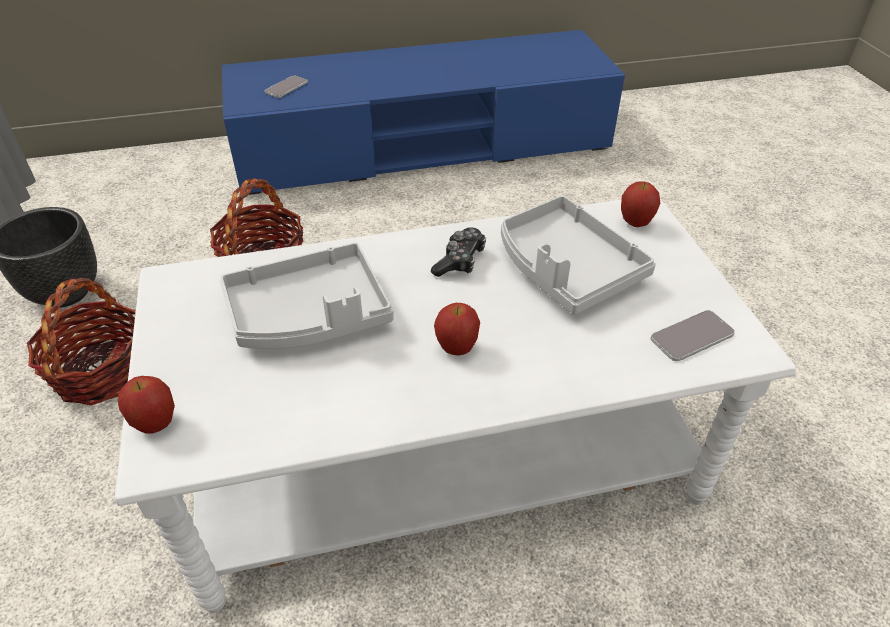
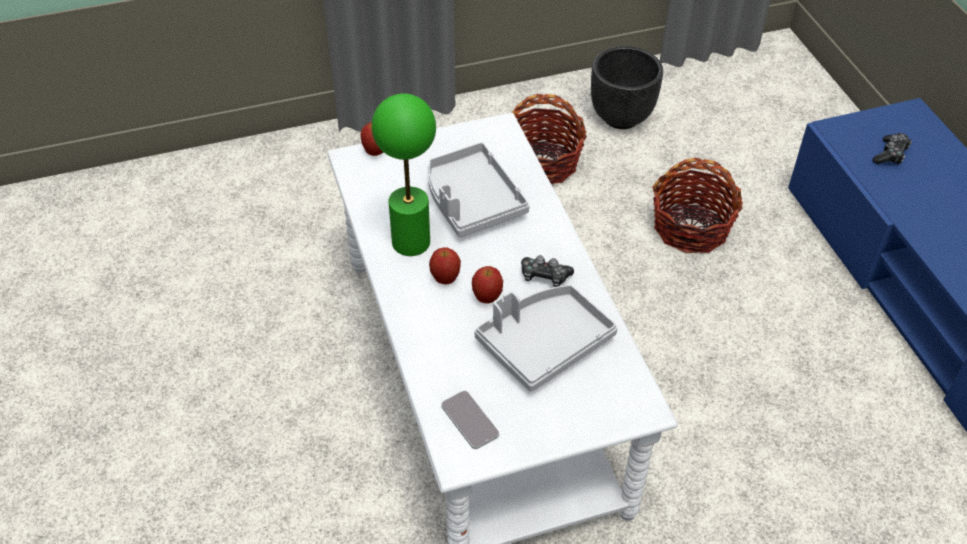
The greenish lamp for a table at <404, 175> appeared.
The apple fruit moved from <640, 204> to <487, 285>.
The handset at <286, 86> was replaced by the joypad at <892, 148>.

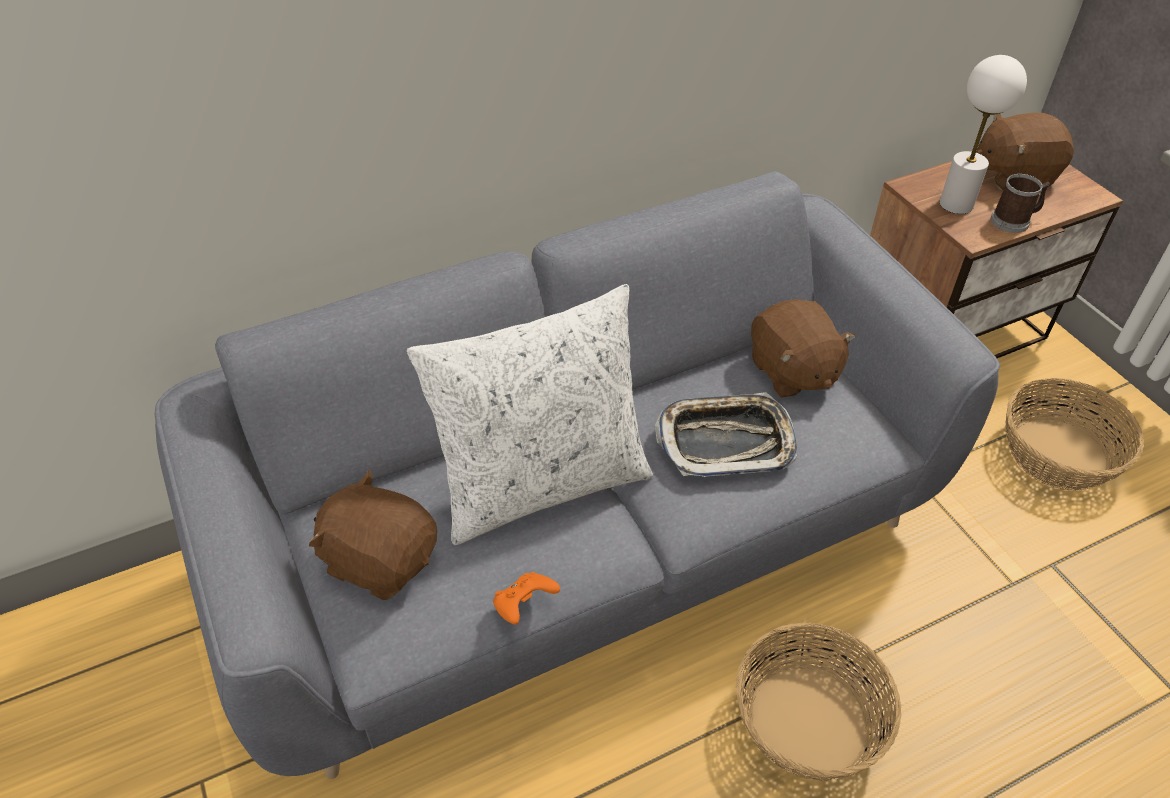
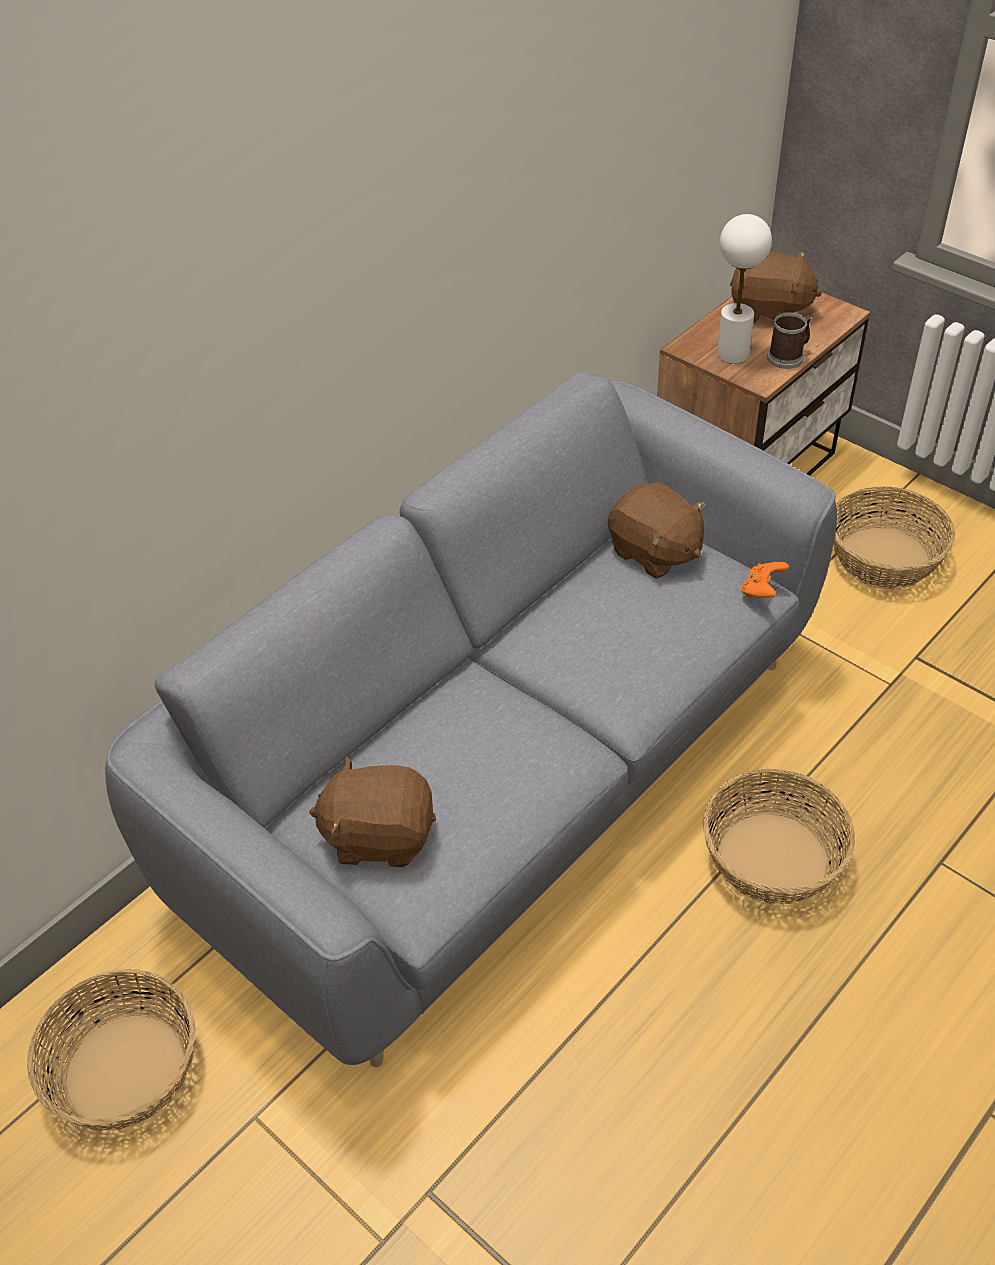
The storage basket at <111, 1050> appeared.
The brown-coloured plush toy at <1025, 151> turned 135 degrees counterclockwise.
The orange joypad moved from <526, 598> to <765, 580>.
The white pillow at <530, 414> disappeared.
The carrying tray at <726, 434> disappeared.

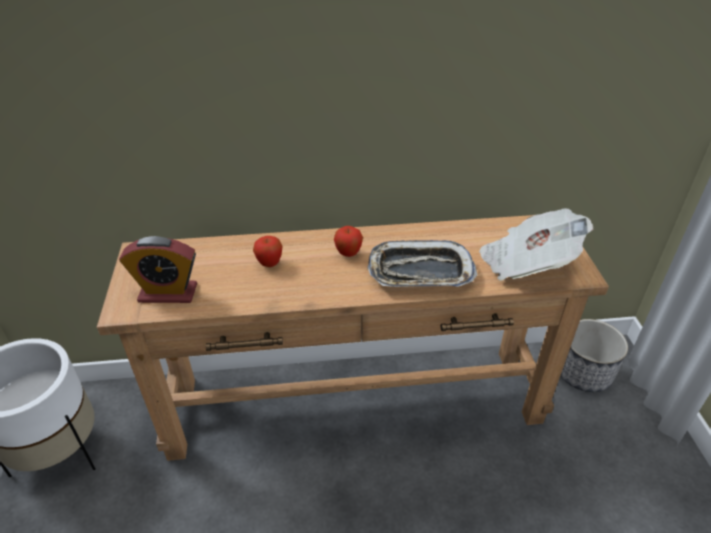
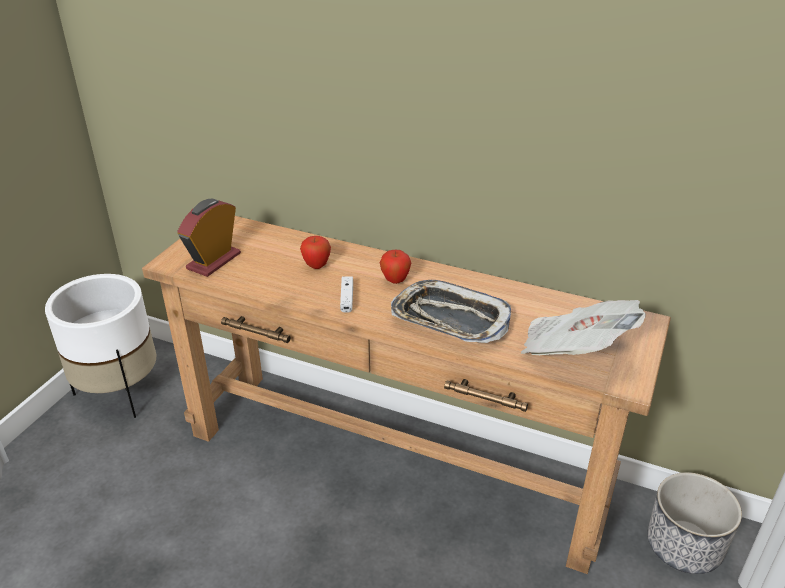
The alarm clock at <158, 269> turned 90 degrees clockwise.
The white joypad at <346, 294> appeared.

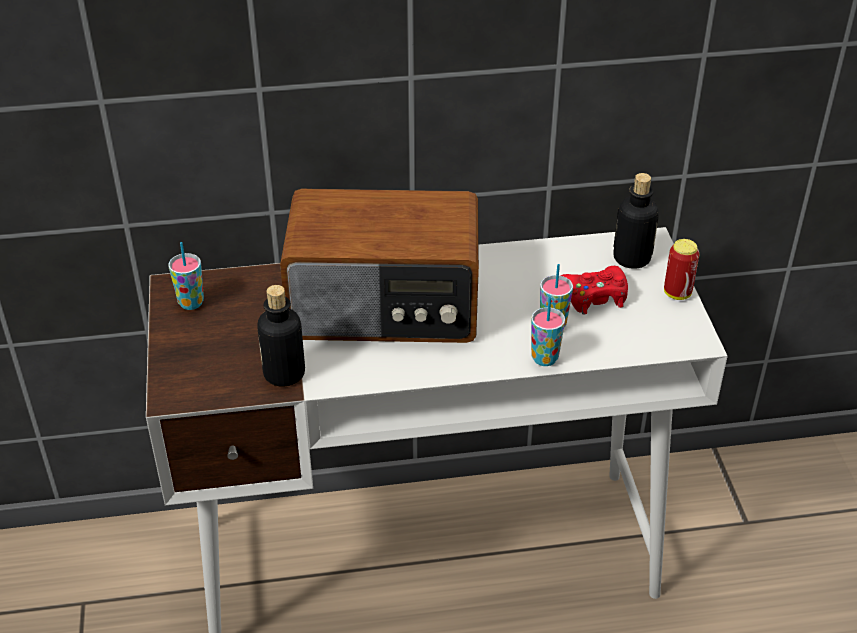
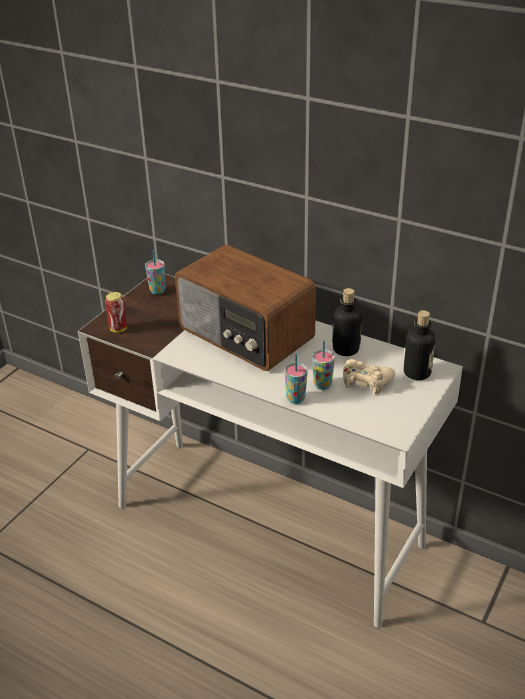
The sealed can moved from <681, 269> to <116, 312>.
The bottle moved from <281, 336> to <347, 322>.
The red joypad at <594, 290> became the beige joypad at <369, 377>.

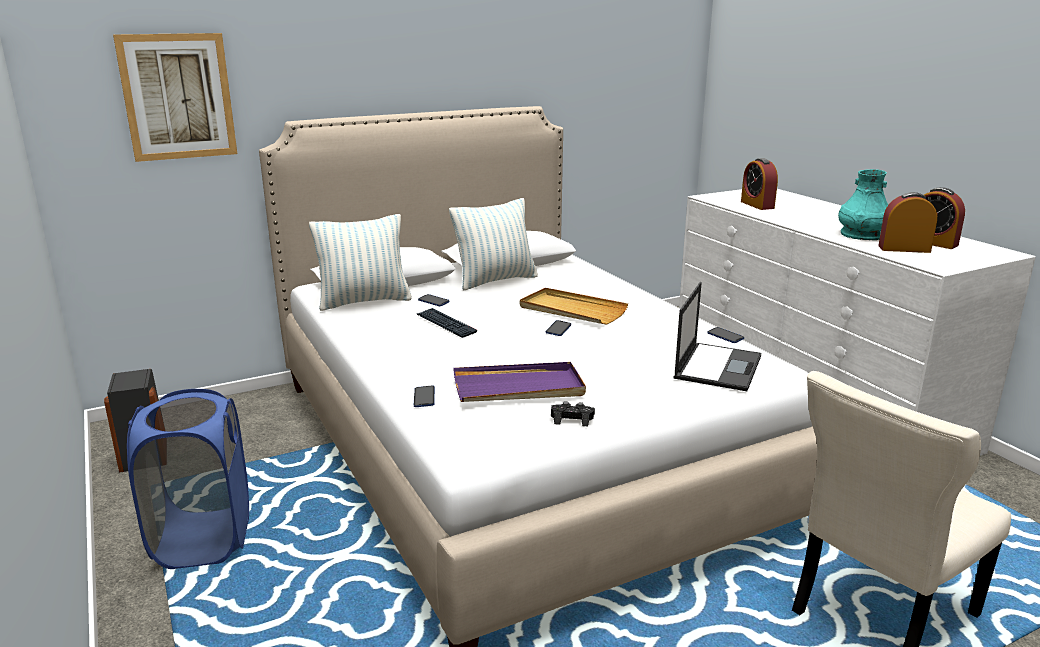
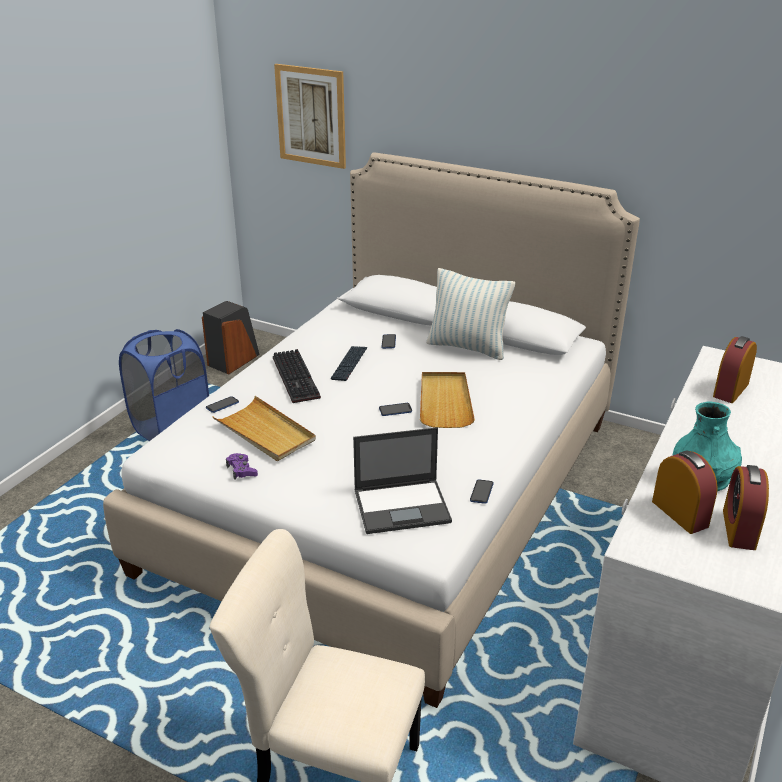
The purplish carrying tray at <519, 382> became the beige carrying tray at <264, 428>.
The black-coloured joypad at <573, 413> became the purplish joypad at <242, 466>.
The computer keyboard at <297, 376> appeared.
The pillow at <360, 262> disappeared.

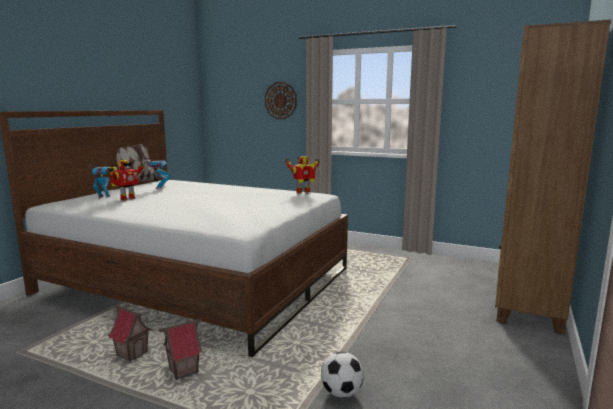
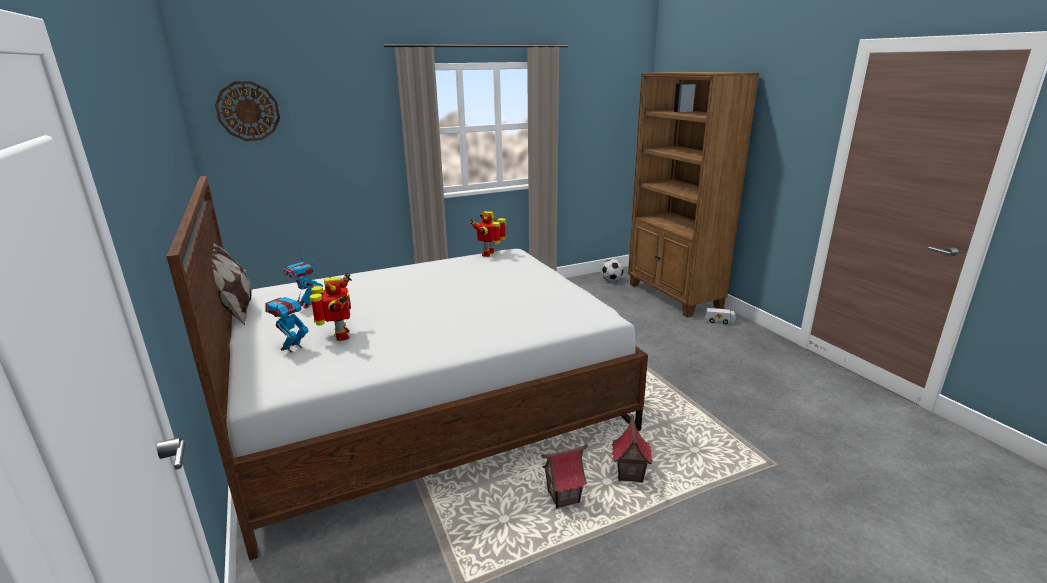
The wall clock moved from <281, 100> to <247, 111>.
The ball for football moved from <342, 375> to <612, 270>.
The toy lorry at <721, 316> appeared.

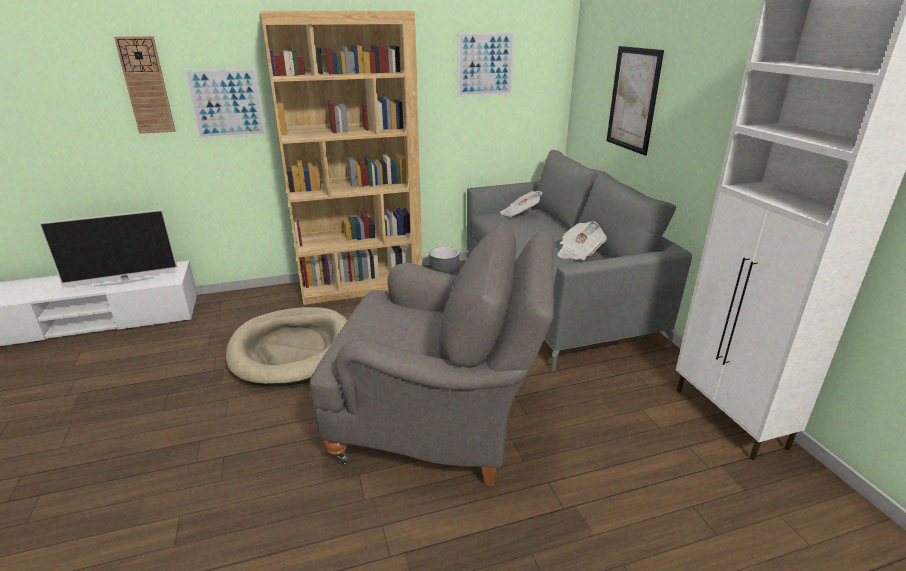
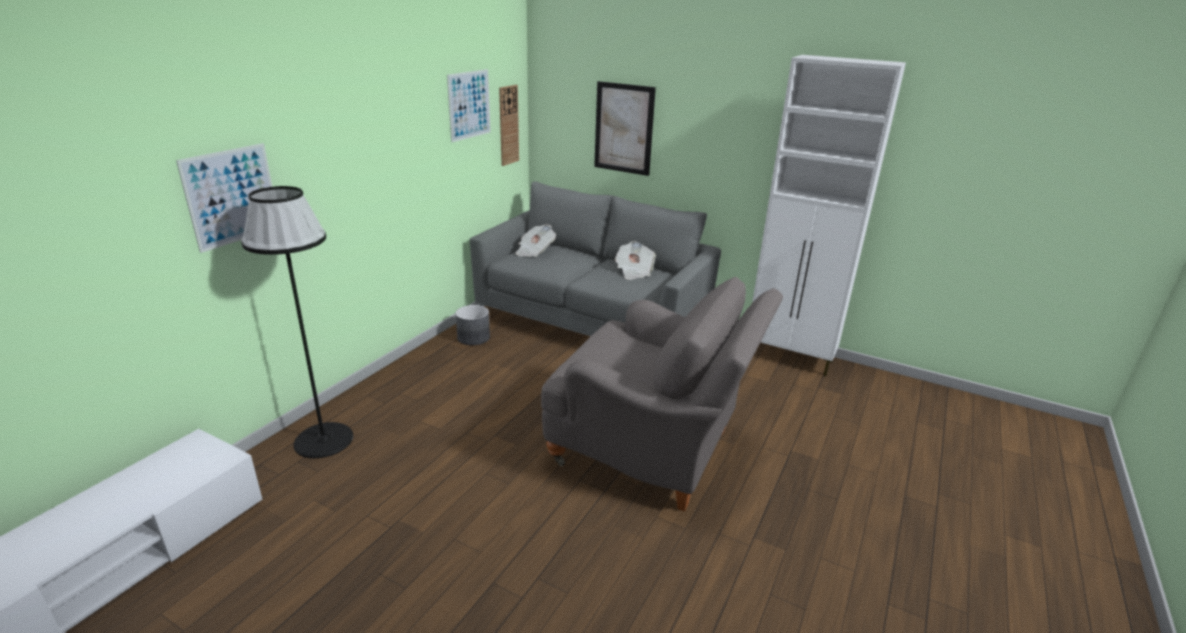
The black-coloured floor lamp at <297, 322> appeared.
The wall clock moved from <144, 85> to <509, 125>.
The gray easy chair at <432, 354> turned 60 degrees clockwise.
The TV set at <108, 247> disappeared.
The beige pet bed at <286, 346> disappeared.
The brown-coloured bookcase at <341, 158> disappeared.

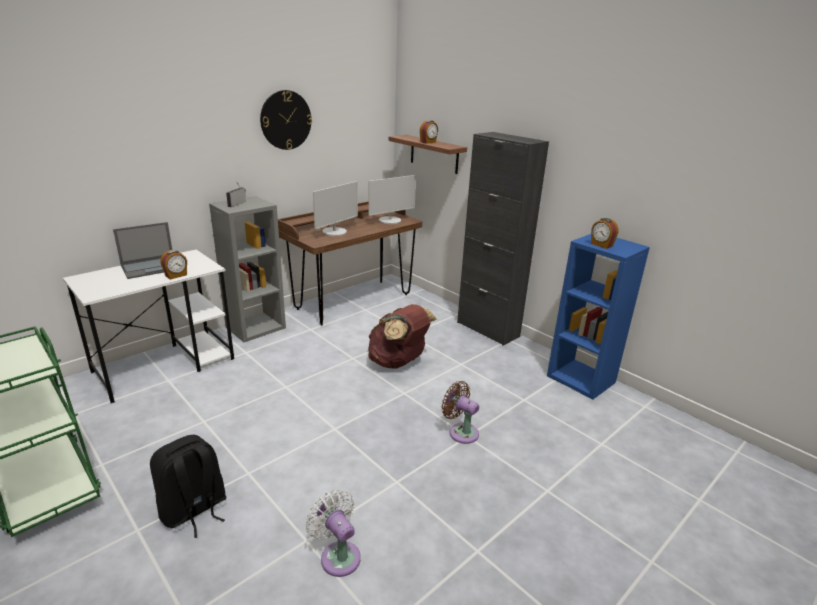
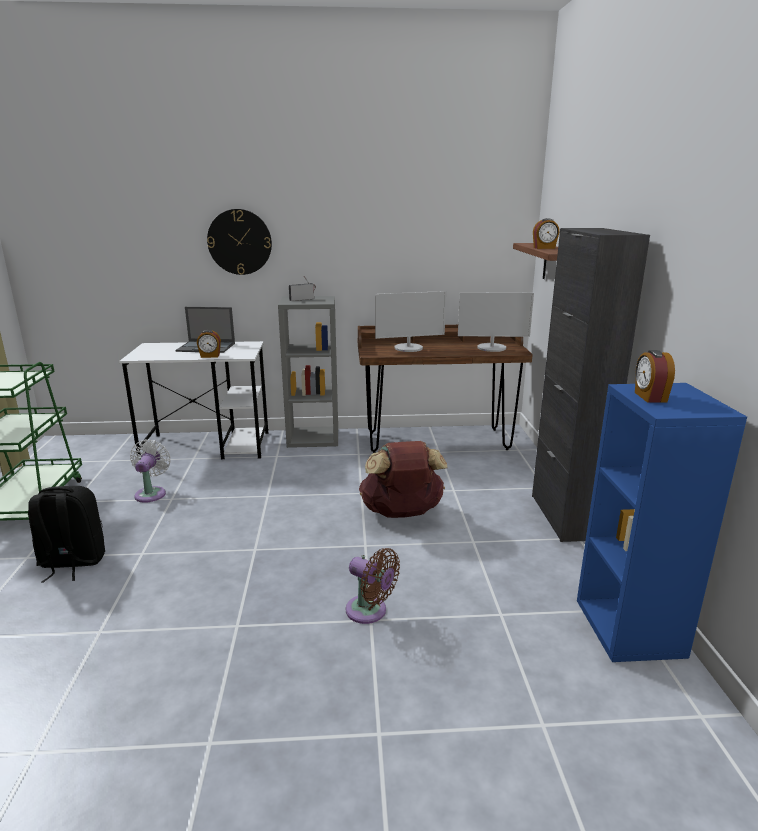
The white cooling fan moved from <333, 533> to <150, 471>.
The wall clock moved from <286, 120> to <239, 242>.
The brown-coloured cooling fan at <460, 412> turned 135 degrees clockwise.

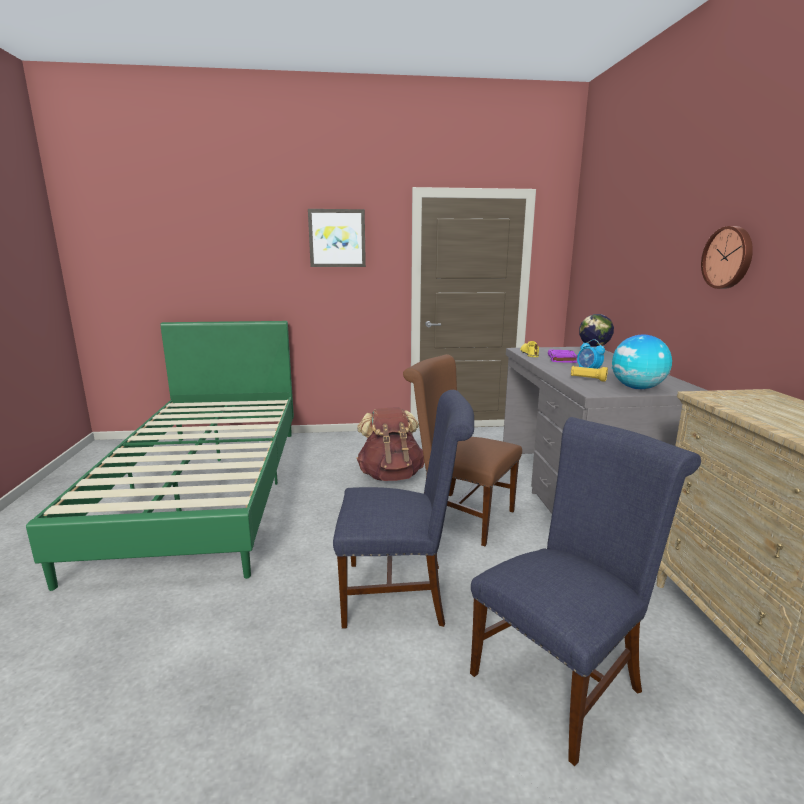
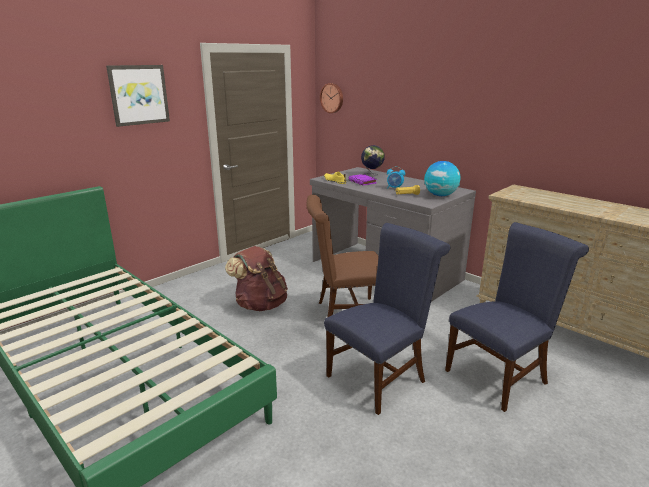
The wall clock moved from <727, 257> to <331, 98>.
The blue upright chair at <585, 591> turned 45 degrees clockwise.

